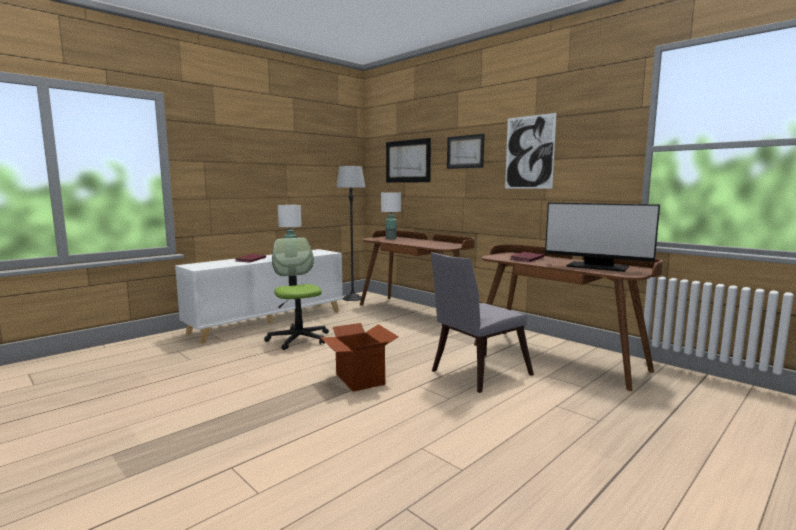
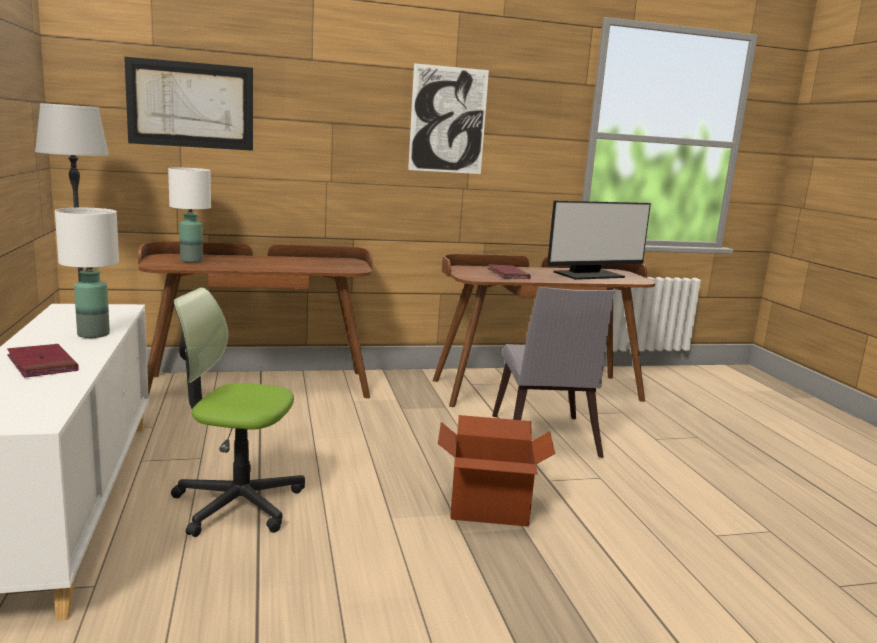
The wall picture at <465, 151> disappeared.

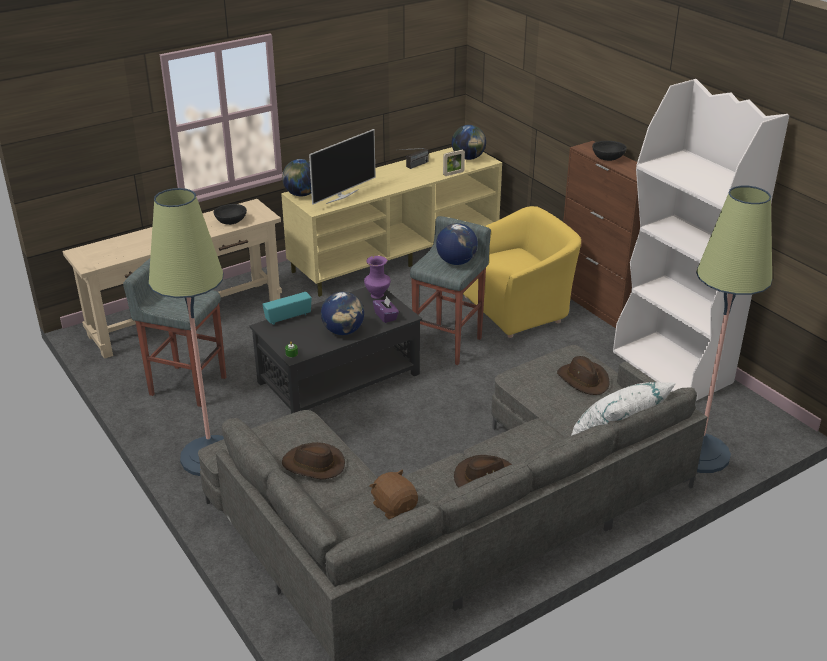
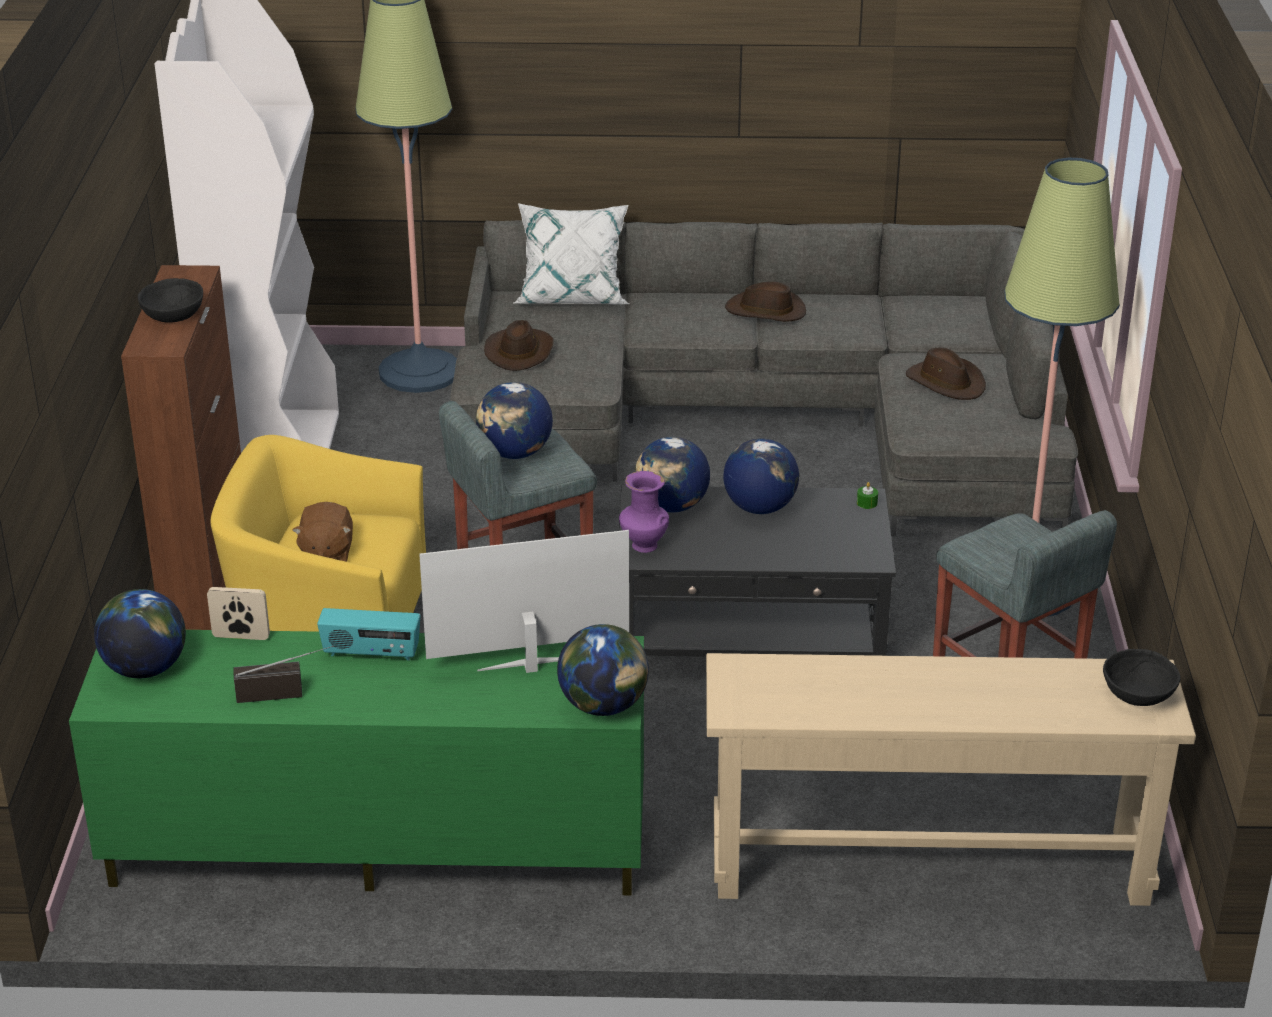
The beige tv stand at <391, 222> became the greenish tv stand at <356, 762>.
The brown-coloured plush toy moved from <394, 494> to <322, 532>.
The radio moved from <287, 308> to <368, 634>.
The purplish tissue holder at <386, 309> was replaced by the globe at <672, 475>.
The black-coloured serving bowl moved from <230, 214> to <1141, 677>.

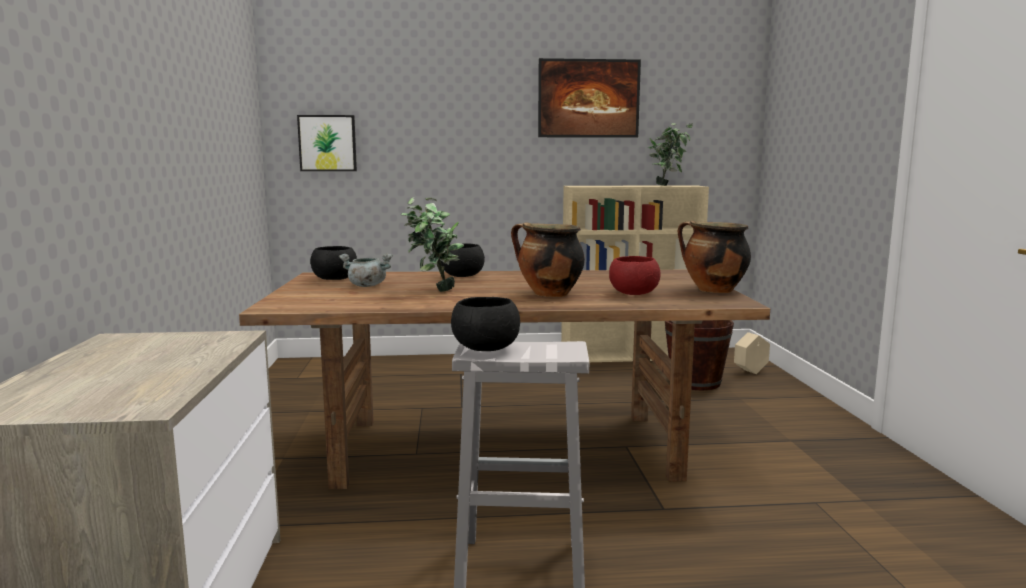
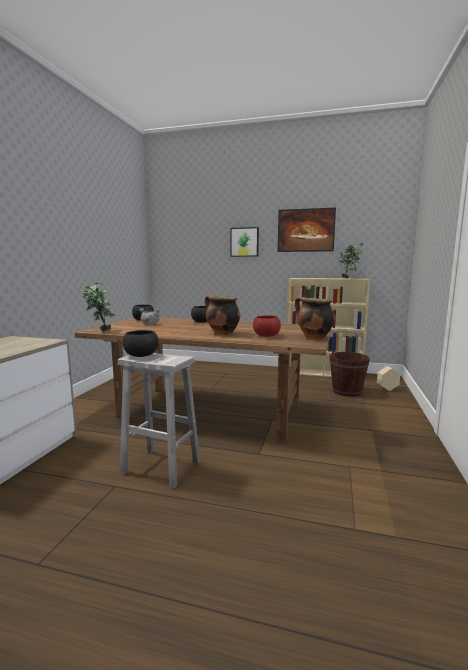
The potted plant moved from <432, 244> to <98, 307>.
The wall picture moved from <327, 143> to <245, 242>.

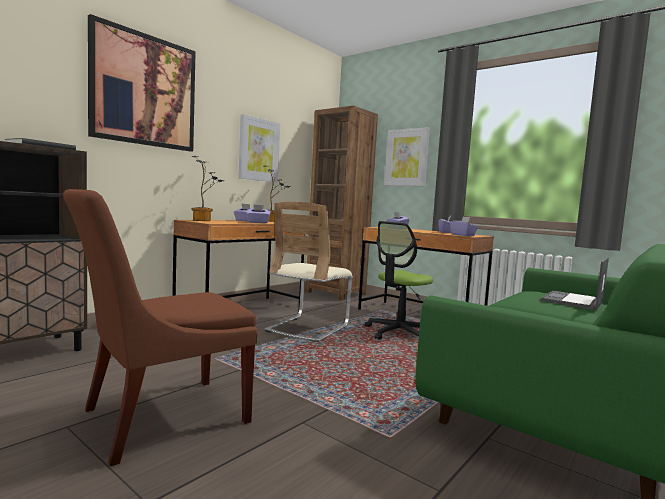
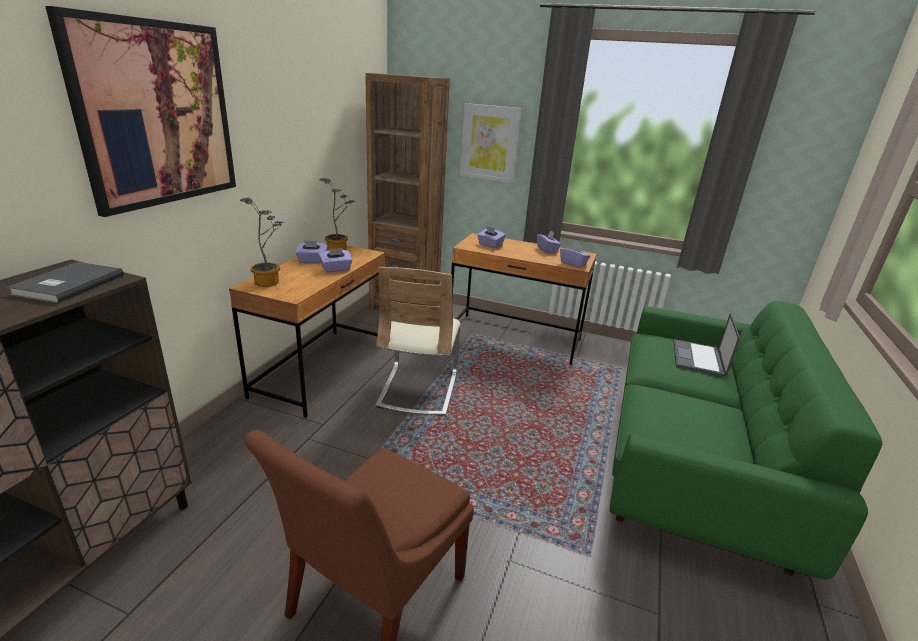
The wall picture at <259, 148> disappeared.
The desk chair at <399, 280> disappeared.

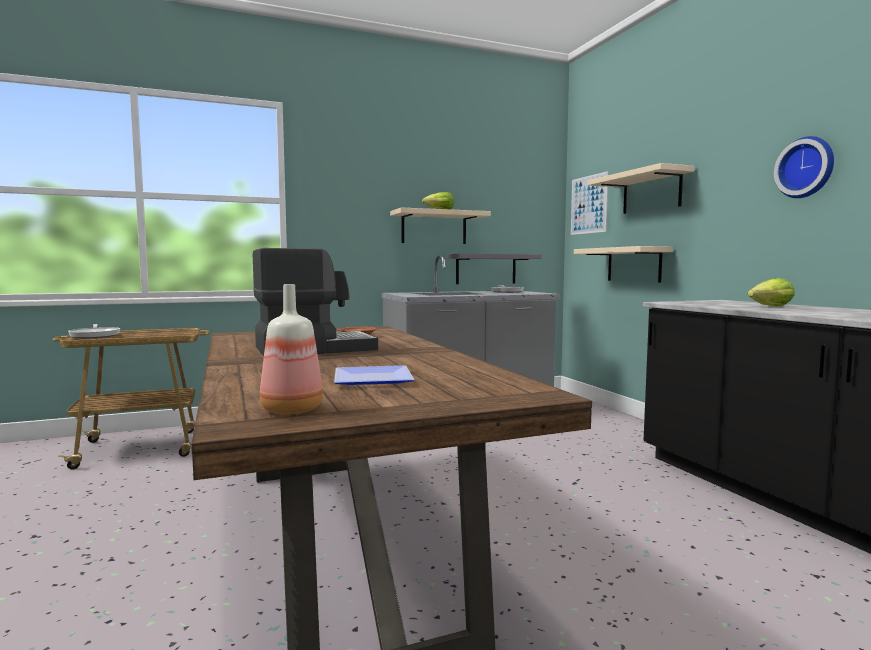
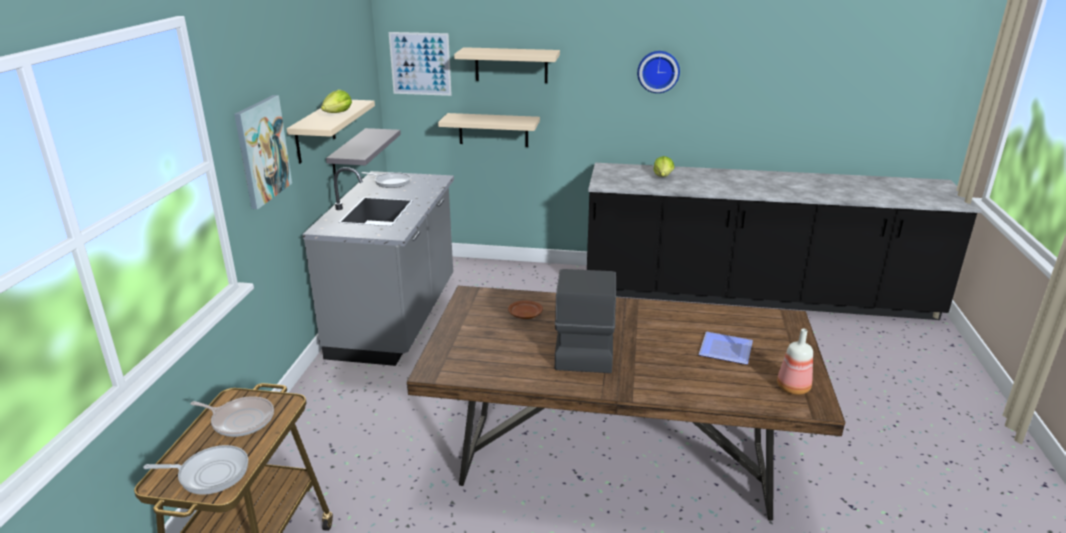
The frying pan at <232, 416> appeared.
The wall picture at <263, 152> appeared.

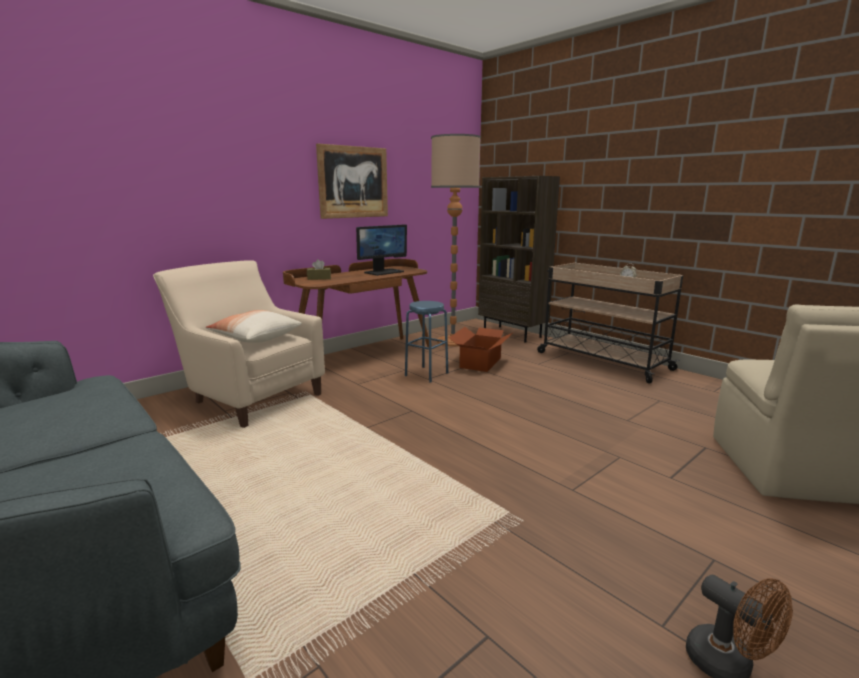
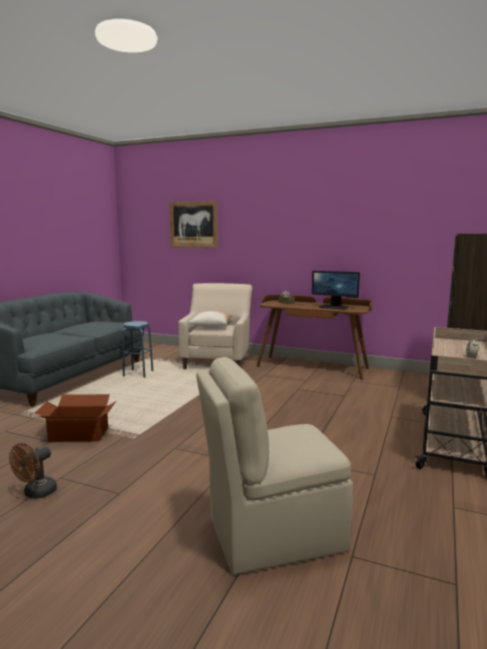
The carton moved from <480, 349> to <75, 418>.
The blue stool moved from <426, 342> to <137, 349>.
The wall picture moved from <352, 181> to <193, 224>.
The floor lamp at <456, 240> disappeared.

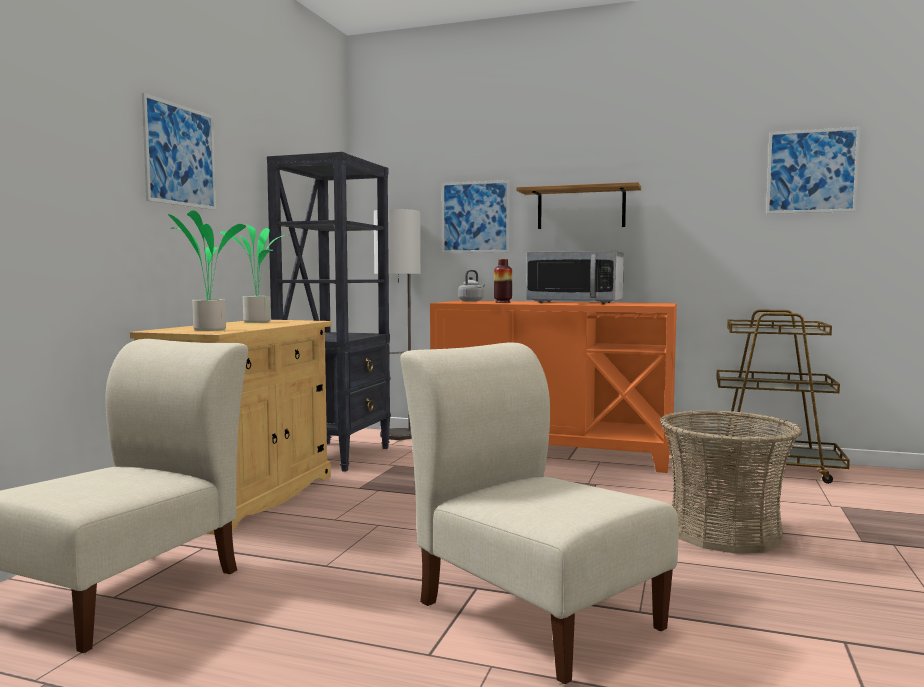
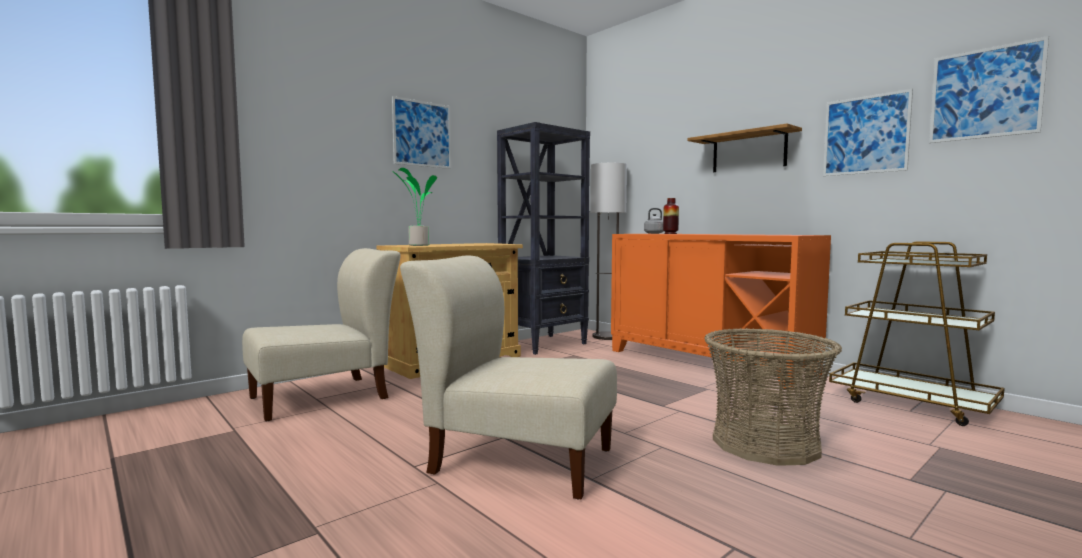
The beige upright chair at <539, 513> turned 60 degrees counterclockwise.
The wall picture moved from <475, 216> to <868, 132>.
The potted plant at <254, 273> disappeared.
The kitchen microwave at <575, 277> disappeared.

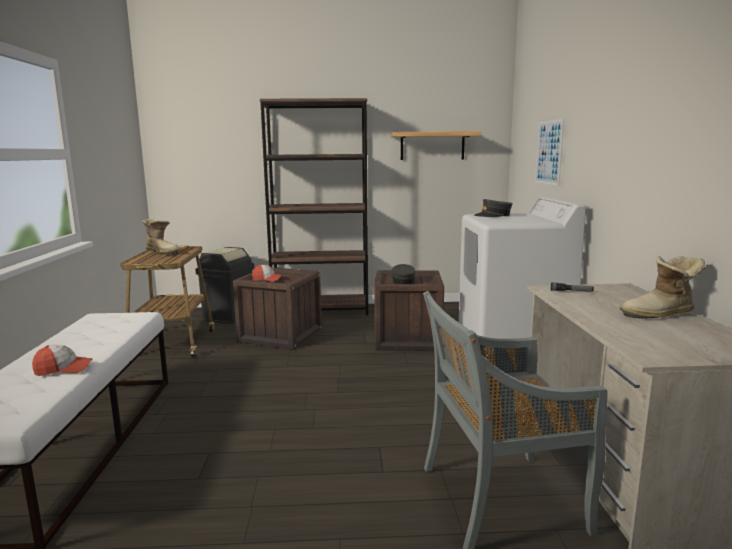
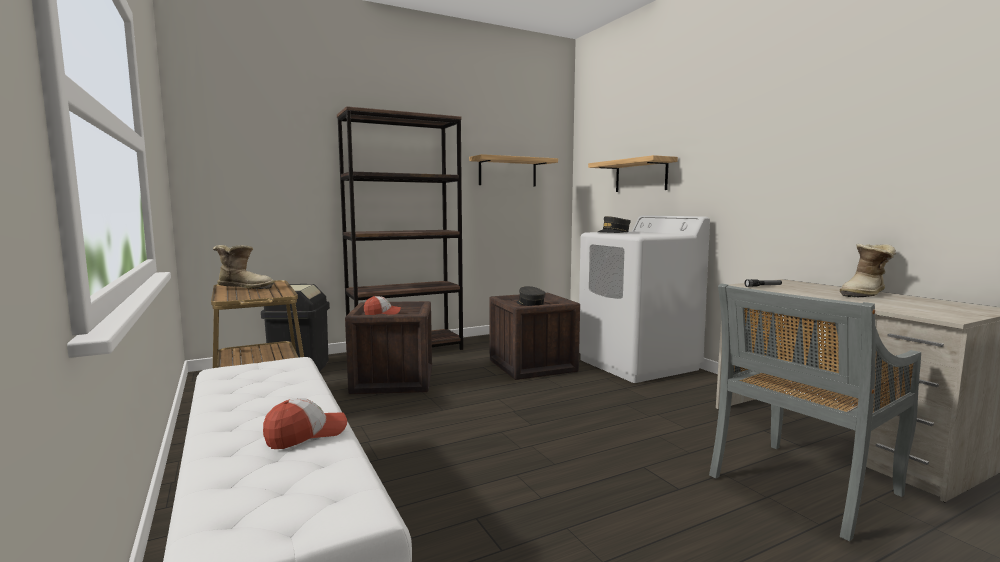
The wall picture at <549, 152> was replaced by the wall shelf at <633, 173>.

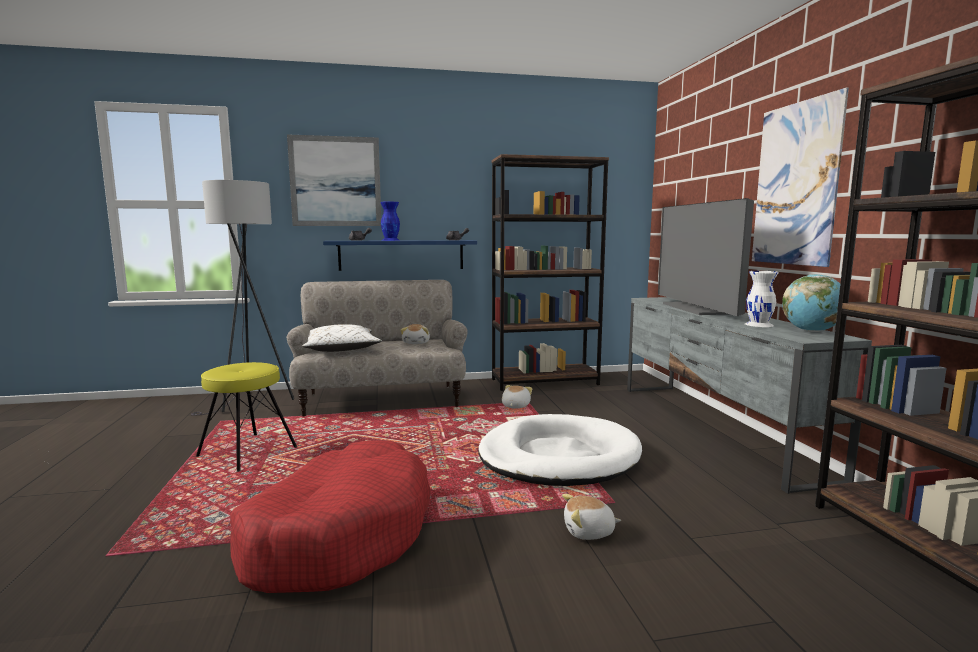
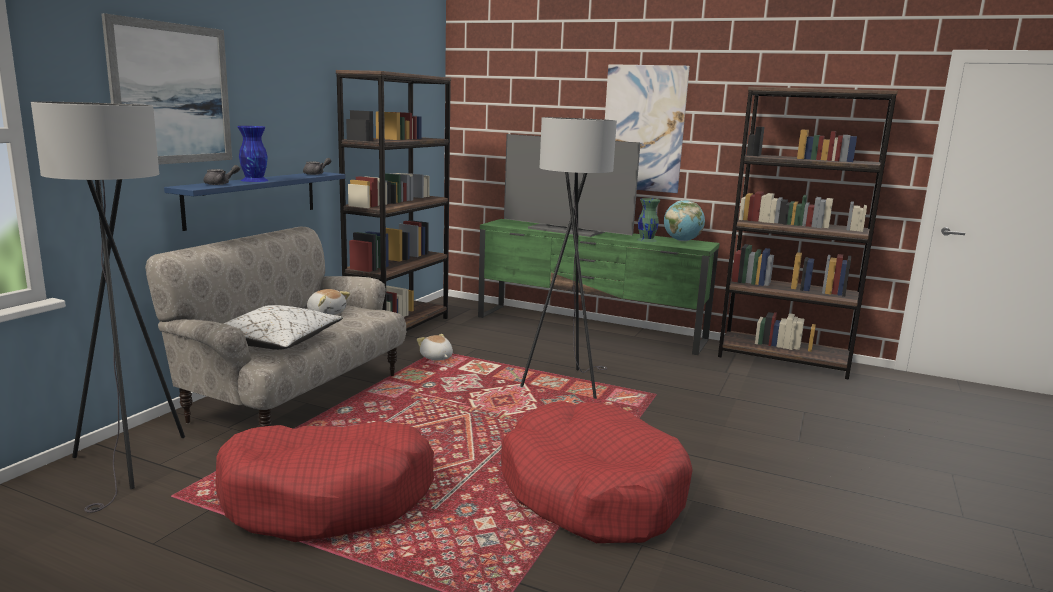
The yellow-coloured stool at <246, 417> was replaced by the red pet bed at <324, 481>.
The gray tv stand at <749, 395> became the greenish tv stand at <599, 287>.
The white pet bed at <560, 450> was replaced by the gray floor lamp at <568, 258>.
The white decorative vase at <761, 299> became the greenish decorative vase at <648, 220>.
The plush toy at <591, 517> disappeared.

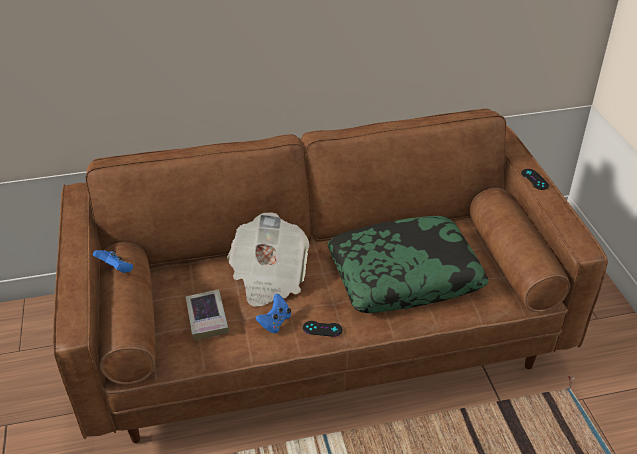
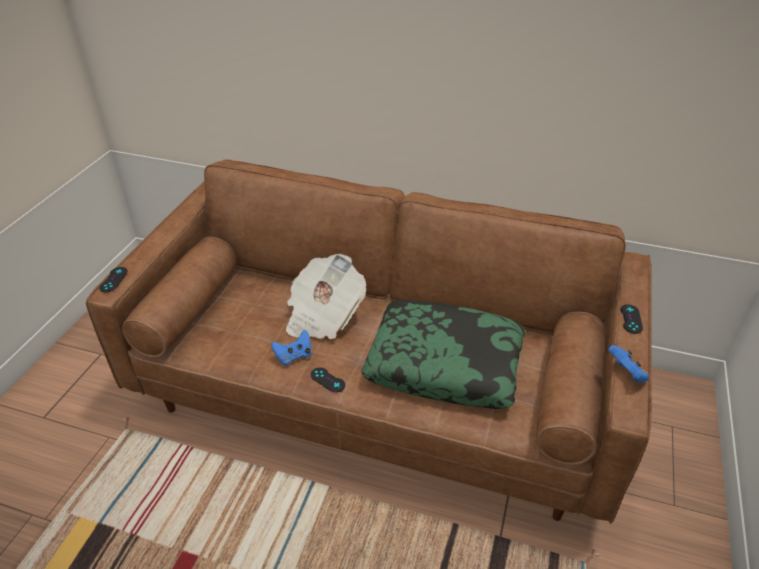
The black-coloured joypad at <113, 279> appeared.
The blue joypad moved from <113, 261> to <628, 364>.
The bound book at <207, 315> disappeared.

